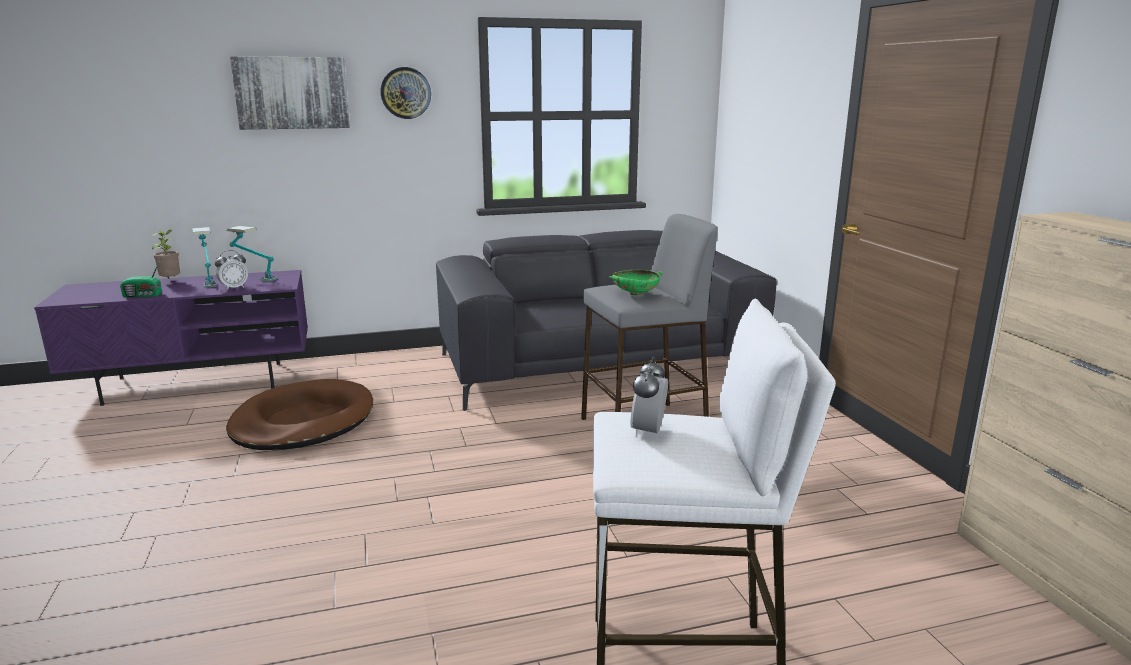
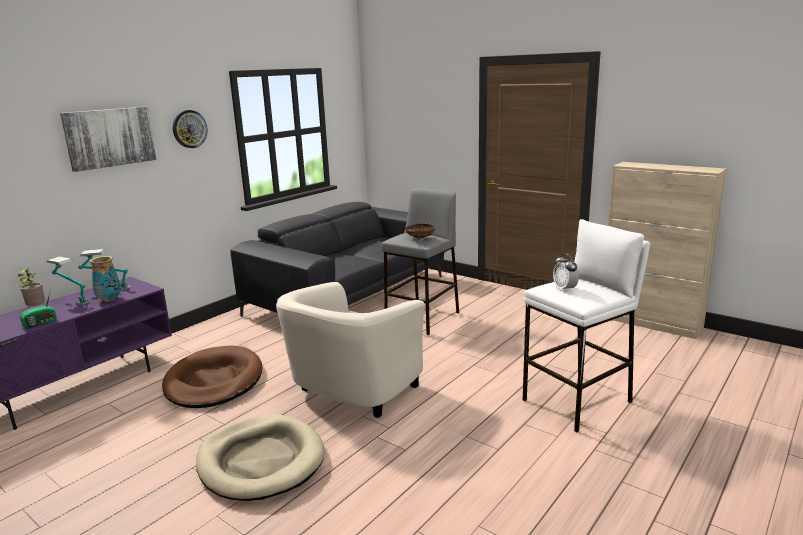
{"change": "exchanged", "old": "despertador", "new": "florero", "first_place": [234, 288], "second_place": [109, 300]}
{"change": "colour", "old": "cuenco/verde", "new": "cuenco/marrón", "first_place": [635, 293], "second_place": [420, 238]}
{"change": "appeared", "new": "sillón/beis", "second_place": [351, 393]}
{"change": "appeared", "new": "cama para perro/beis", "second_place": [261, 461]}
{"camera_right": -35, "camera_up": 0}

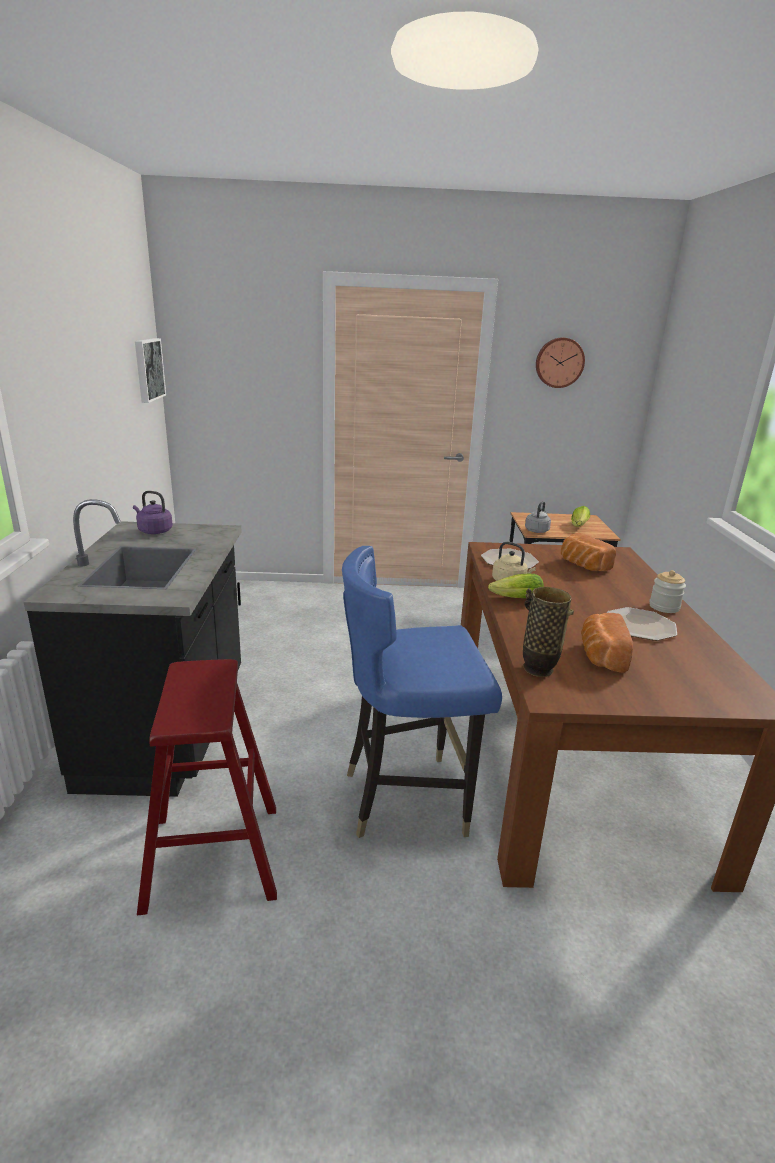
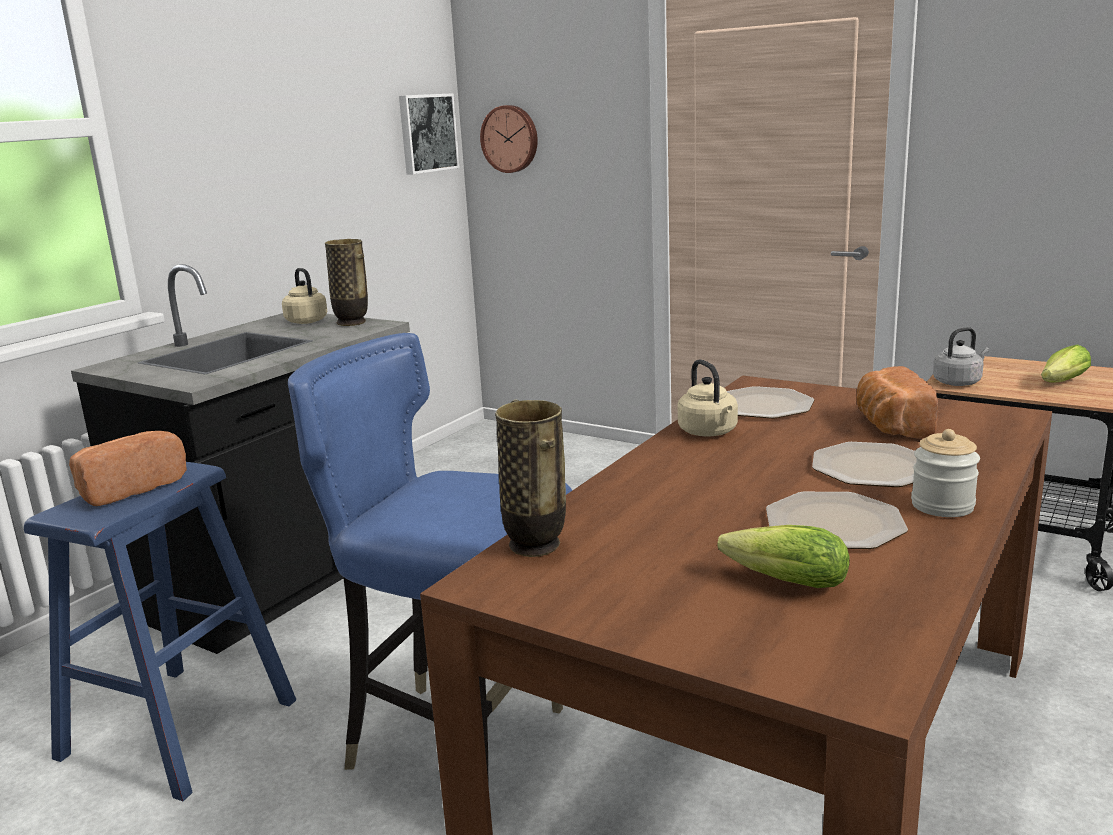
{"change": "relocated", "old": "reloj de pared", "first_place": [559, 362], "second_place": [510, 139]}
{"change": "colour", "old": "hervidor/morado", "new": "hervidor/beis", "first_place": [153, 531], "second_place": [305, 321]}
{"change": "relocated", "old": "lechuga", "first_place": [513, 598], "second_place": [780, 581]}
{"change": "relocated", "old": "pan", "first_place": [600, 656], "second_place": [129, 488]}
{"change": "colour", "old": "taburete/rojo", "new": "taburete/azul", "first_place": [213, 856], "second_place": [179, 728]}
{"change": "appeared", "new": "florero", "second_place": [351, 323]}
{"change": "appeared", "new": "plato", "second_place": [871, 468]}
{"camera_right": 35, "camera_up": -5}

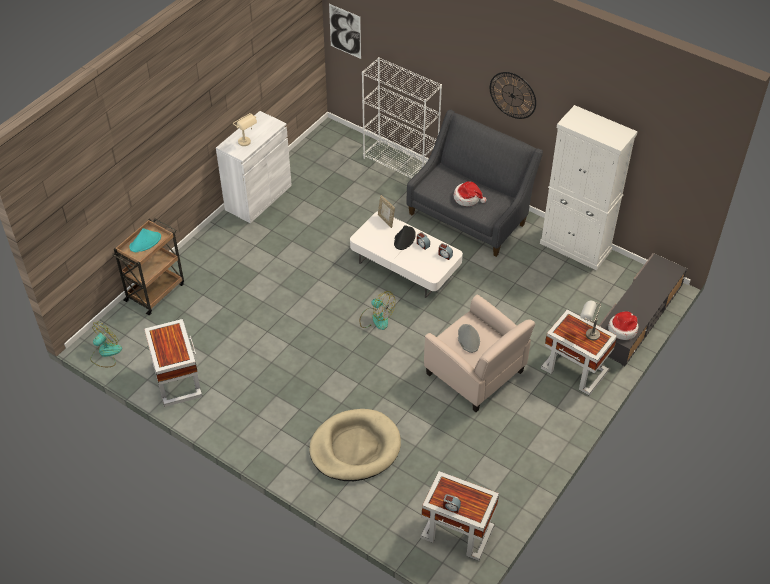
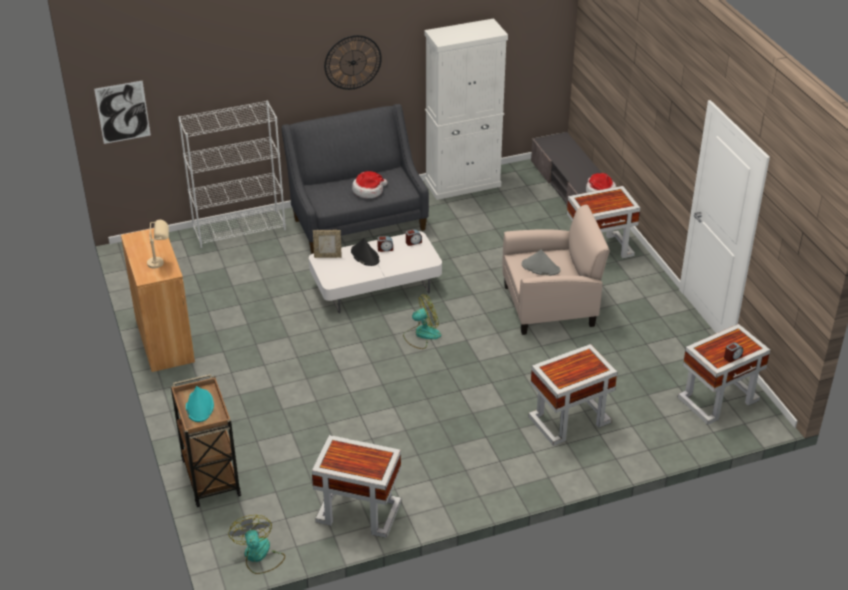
{"change": "colour", "old": "armario/blanco", "new": "armario/marrón", "first_place": [258, 197], "second_place": [164, 340]}
{"change": "missing", "old": "lámpara de mesa/gris", "first_place": [587, 334]}
{"change": "exchanged", "old": "cama para perro/beis", "new": "mesa auxiliar/blanco", "first_place": [355, 448], "second_place": [568, 420]}
{"camera_right": -55, "camera_up": -10}

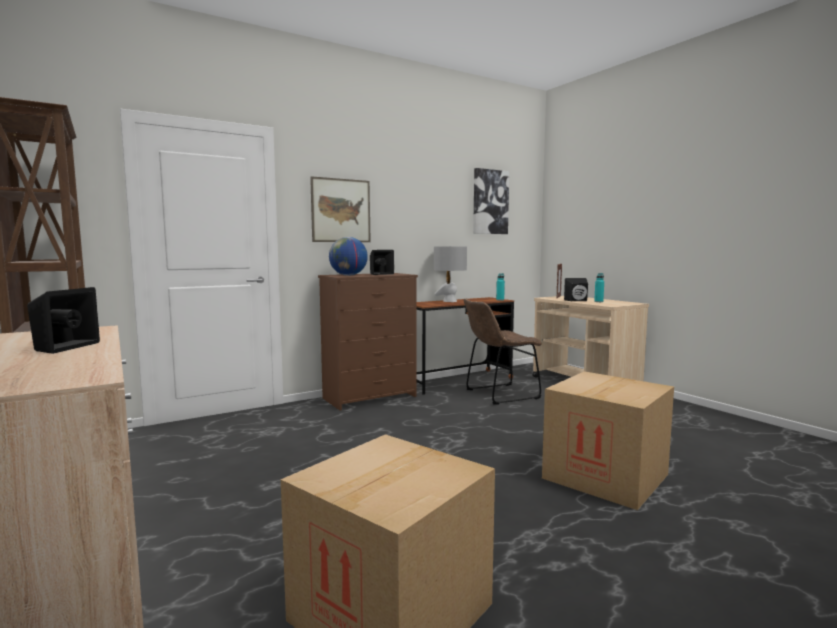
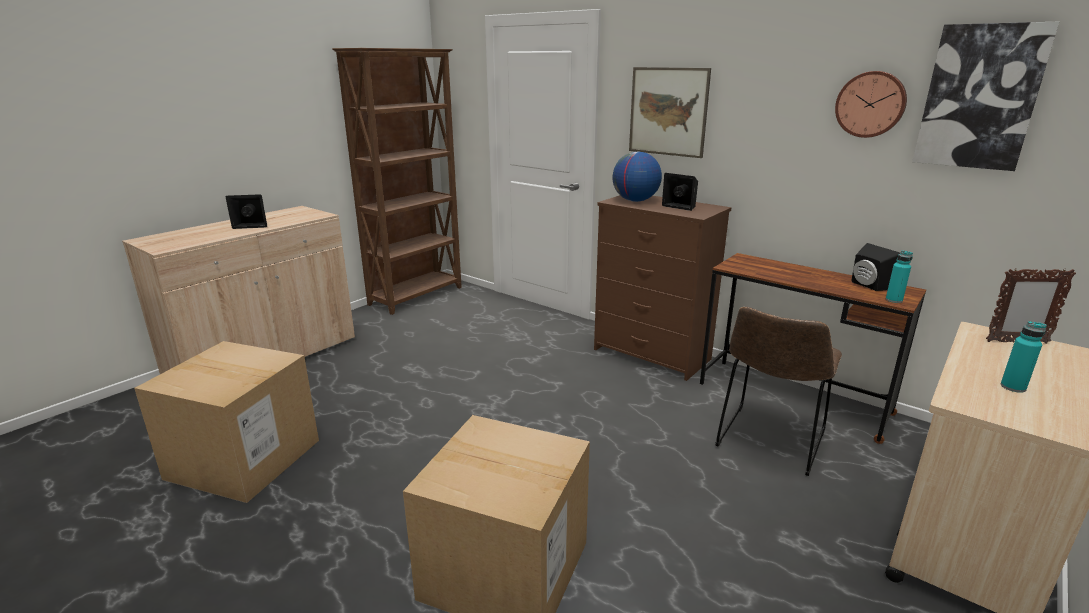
{"change": "missing", "old": "lámpara de mesa/gris", "first_place": [449, 301]}
{"change": "relocated", "old": "altavoz/negro", "first_place": [577, 301], "second_place": [867, 286]}
{"change": "spun", "old": "silla/marrón", "first_place": [499, 394], "second_place": [769, 442], "degrees": -105}
{"change": "appeared", "new": "reloj de pared", "second_place": [870, 104]}
{"camera_right": 70, "camera_up": 15}

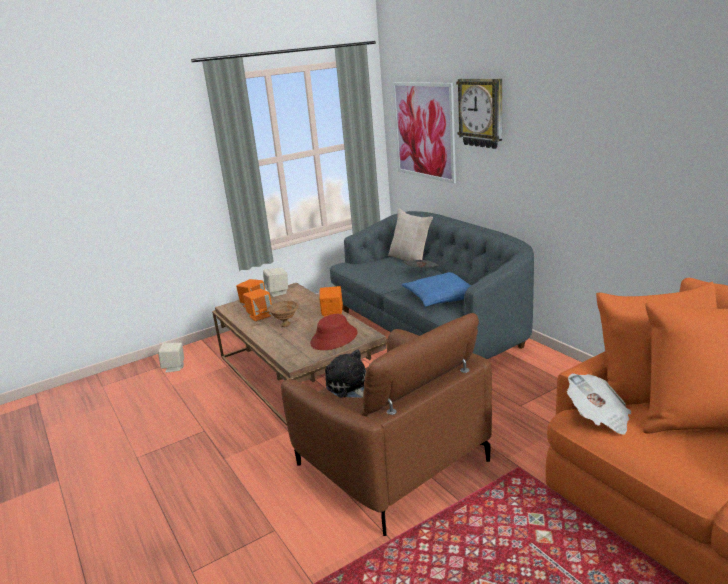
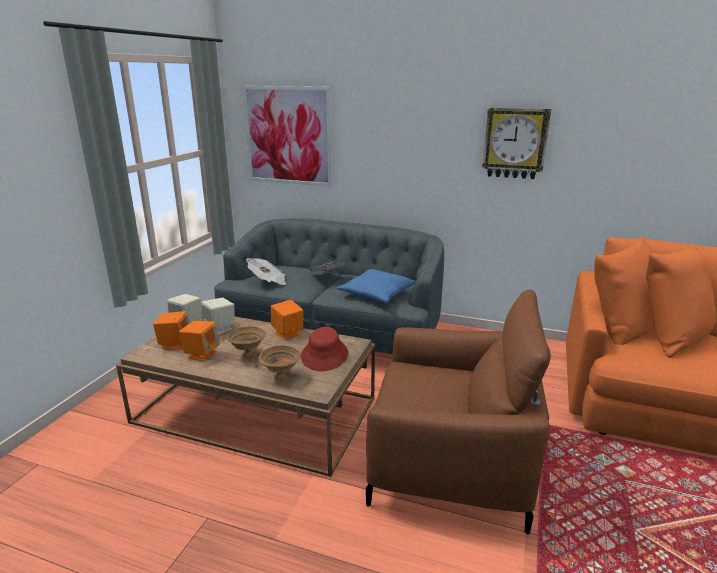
{"change": "relocated", "old": "reloj de pared", "first_place": [481, 113], "second_place": [515, 143]}
{"change": "missing", "old": "cojín/beis", "first_place": [410, 259]}
{"change": "relocated", "old": "altavoz/beis", "first_place": [174, 367], "second_place": [220, 328]}
{"change": "missing", "old": "peluche", "first_place": [350, 387]}
{"change": "relocated", "old": "periódico", "first_place": [598, 417], "second_place": [268, 281]}
{"change": "appeared", "new": "cuenco/marrón", "second_place": [281, 377]}
{"camera_right": -40, "camera_up": 0}

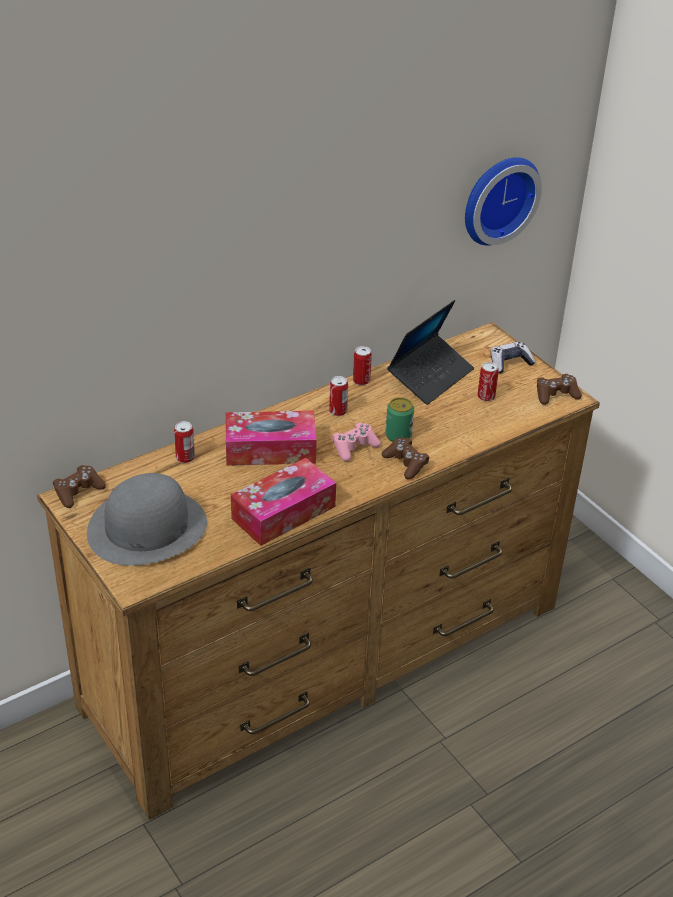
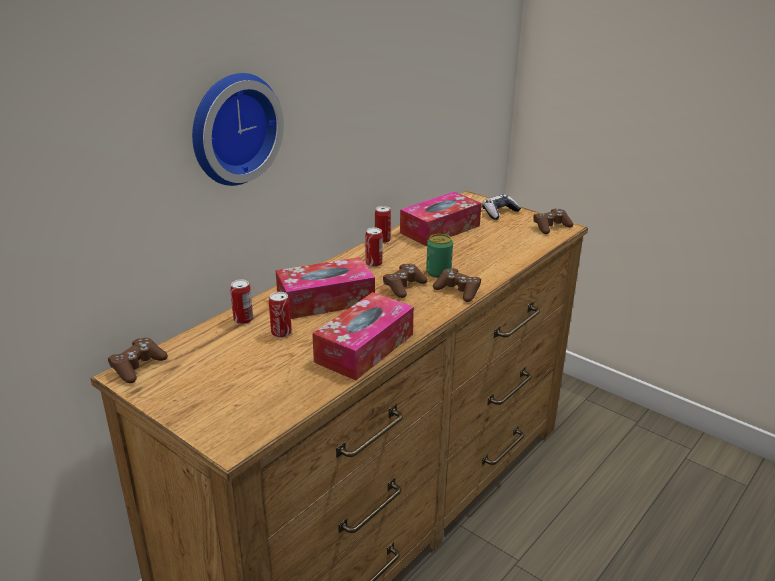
{"change": "relocated", "old": "reloj de pared", "first_place": [497, 198], "second_place": [232, 128]}
{"change": "exchanged", "old": "portátil", "new": "caja de pañuelos", "first_place": [430, 376], "second_place": [440, 229]}
{"change": "relocated", "old": "lata", "first_place": [486, 396], "second_place": [281, 333]}
{"change": "colour", "old": "mando de consola/rosa", "new": "mando de consola/marrón", "first_place": [354, 447], "second_place": [404, 287]}
{"change": "missing", "old": "sombrero/gris", "first_place": [147, 528]}
{"camera_right": -15, "camera_up": -10}

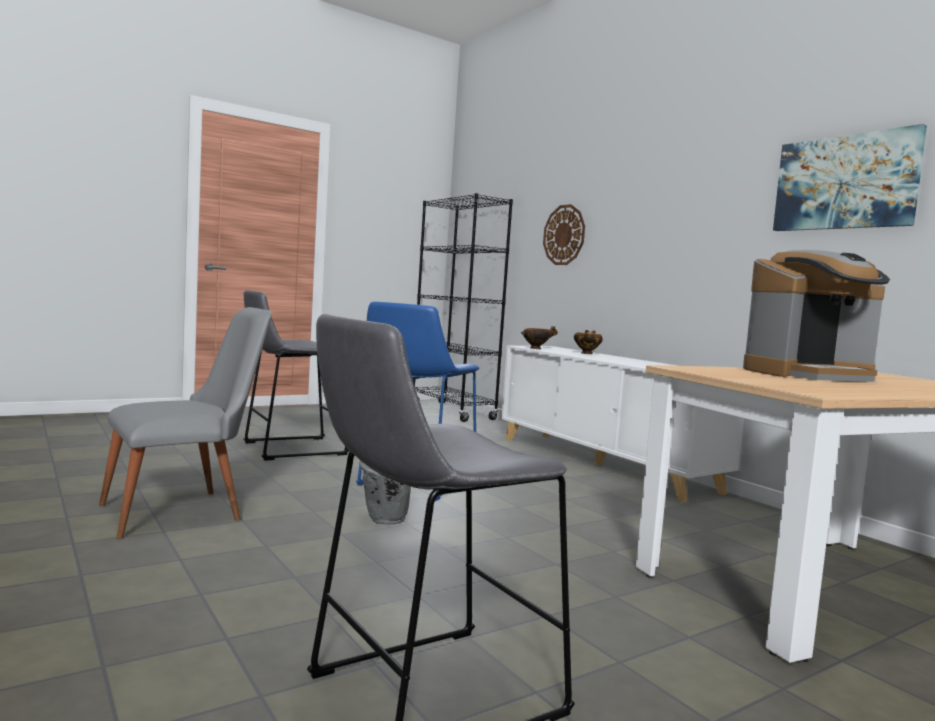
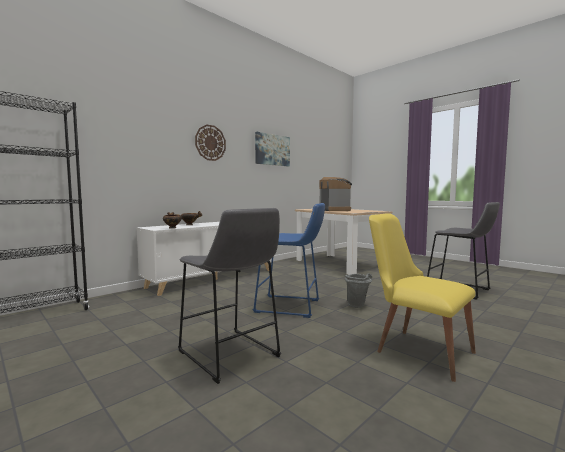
{"change": "relocated", "old": "reloj de pared", "first_place": [564, 235], "second_place": [210, 143]}
{"change": "colour", "old": "silla/gris", "new": "silla/amarillo", "first_place": [186, 511], "second_place": [416, 349]}
{"camera_right": -100, "camera_up": 0}

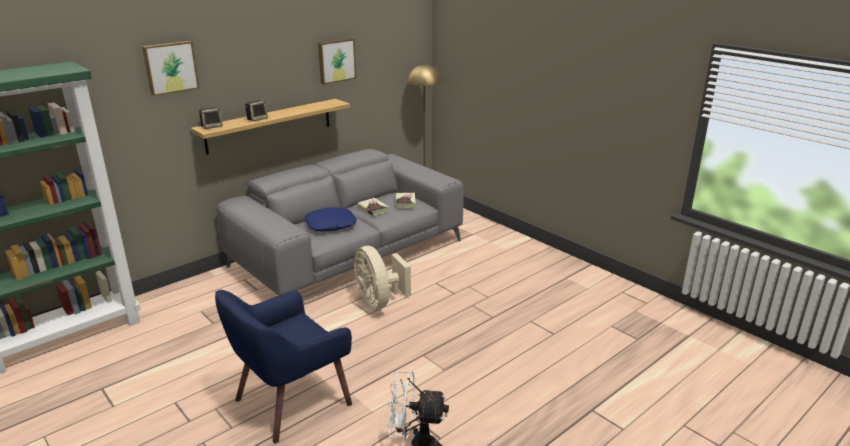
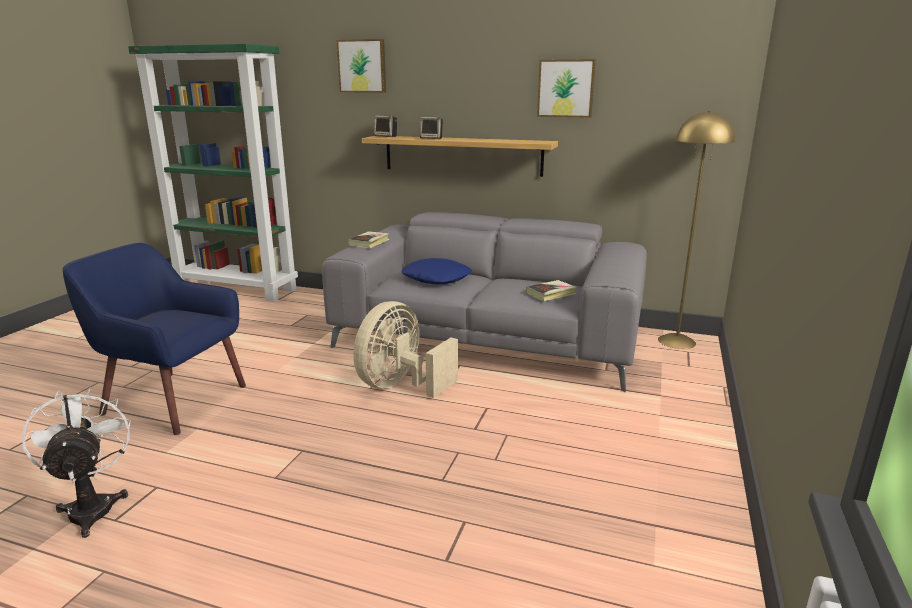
{"change": "relocated", "old": "libro", "first_place": [373, 209], "second_place": [369, 243]}
{"camera_right": 60, "camera_up": -5}

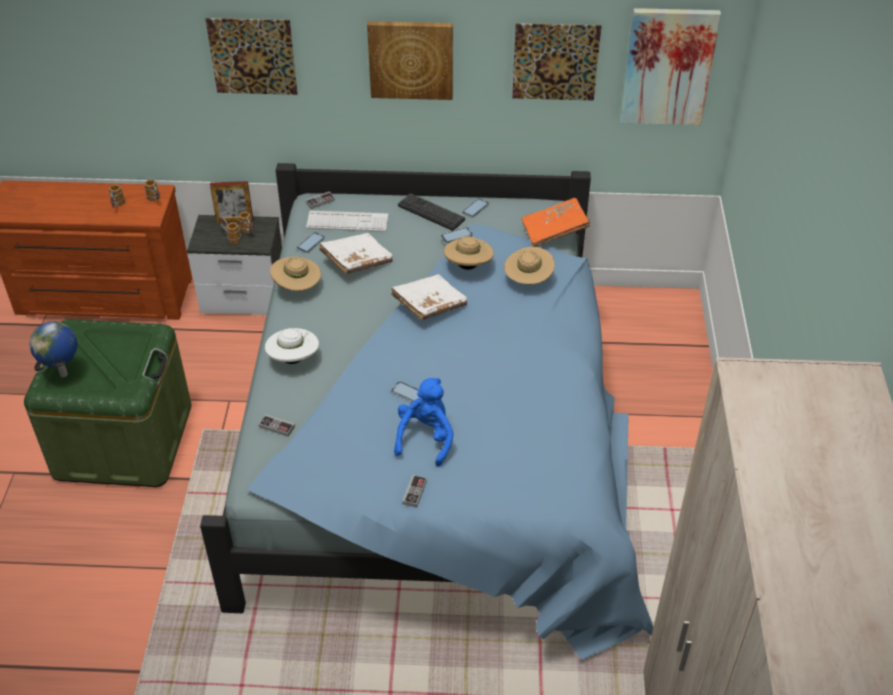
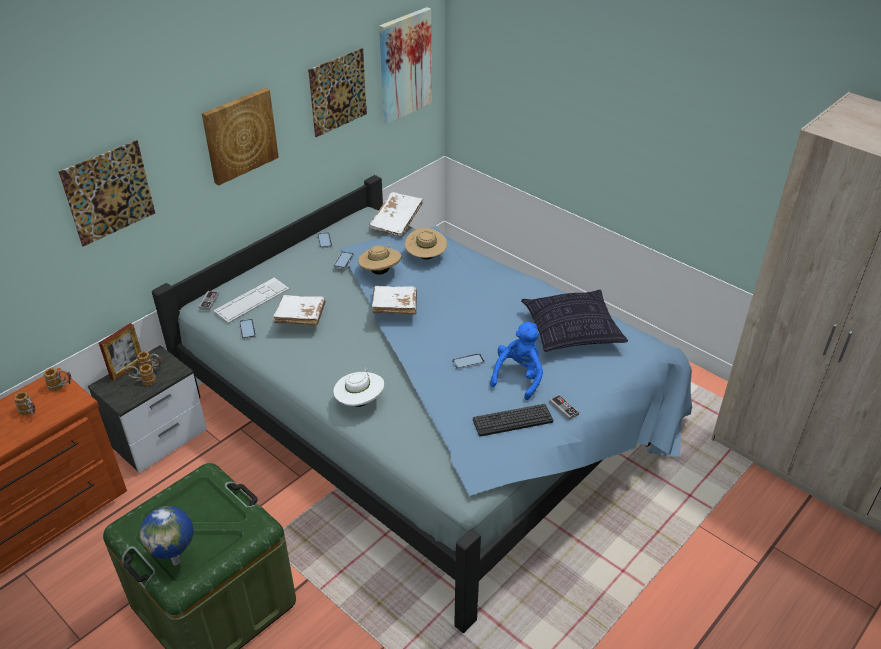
{"change": "relocated", "old": "teclado", "first_place": [431, 212], "second_place": [512, 420]}
{"change": "colour", "old": "libro/naranja", "new": "libro/blanco", "first_place": [554, 231], "second_place": [396, 222]}
{"change": "missing", "old": "sombrero/beis", "first_place": [297, 287]}
{"change": "spun", "old": "peluche/azul", "first_place": [426, 438], "second_place": [519, 376], "degrees": 60}
{"change": "missing", "old": "mando de consola", "first_place": [277, 427]}
{"change": "appeared", "new": "cojín", "second_place": [571, 332]}
{"camera_right": -50, "camera_up": -5}

